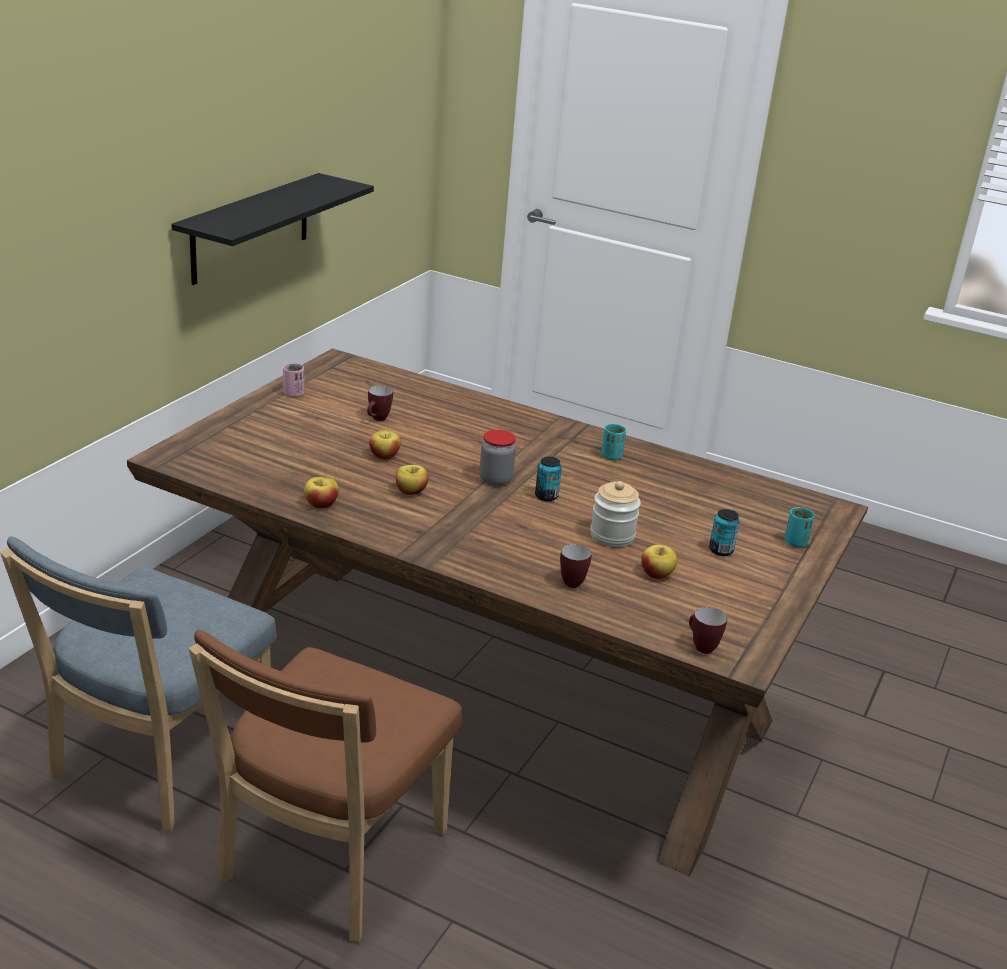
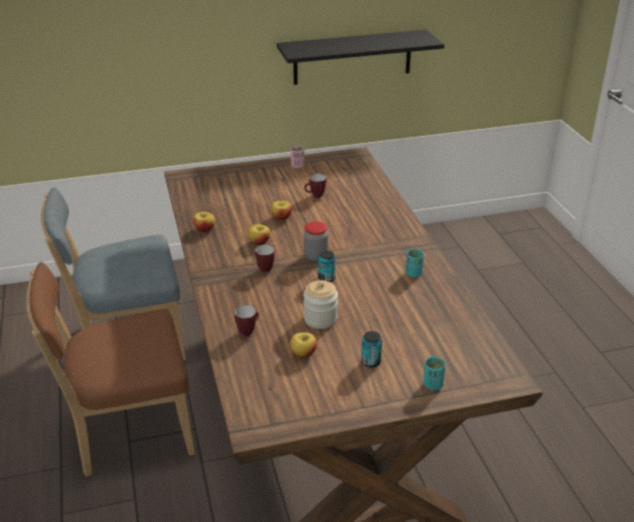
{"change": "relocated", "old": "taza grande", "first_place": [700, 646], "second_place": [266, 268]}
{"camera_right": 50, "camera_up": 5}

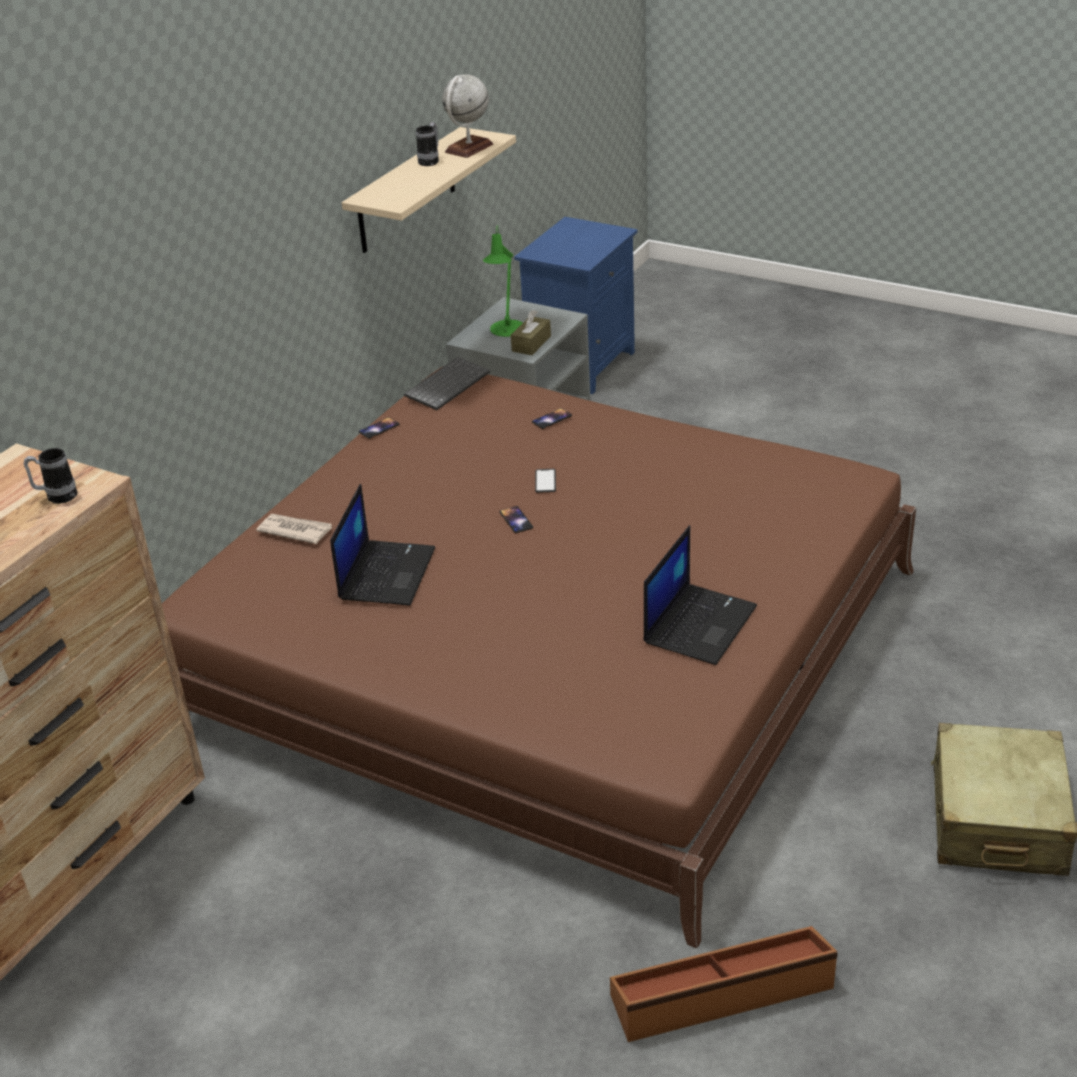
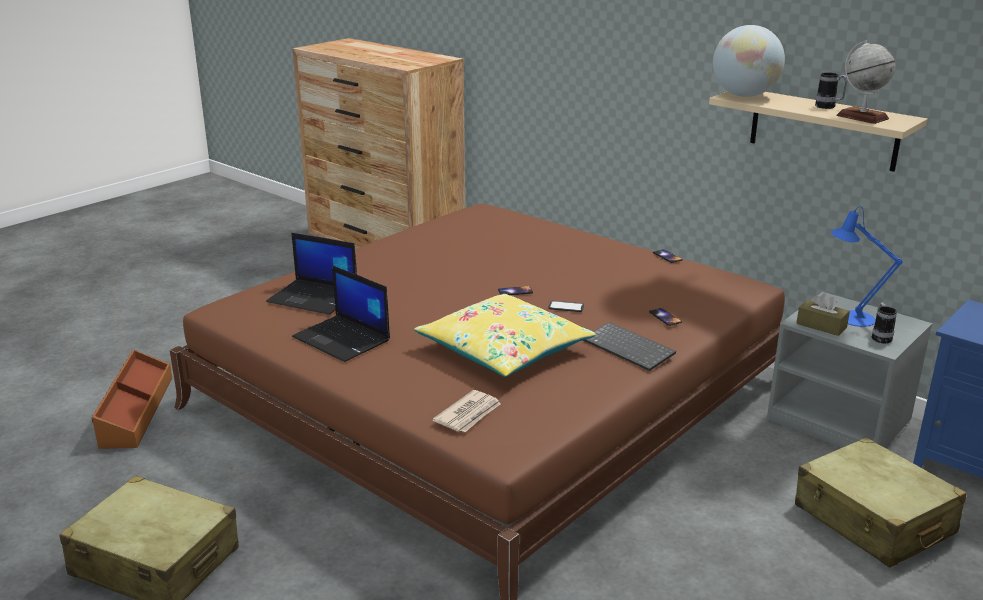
{"change": "colour", "old": "lámpara de mesa/verde", "new": "lámpara de mesa/azul", "first_place": [506, 331], "second_place": [850, 317]}
{"change": "relocated", "old": "teclado", "first_place": [447, 385], "second_place": [630, 348]}
{"change": "relocated", "old": "taza grande", "first_place": [56, 497], "second_place": [880, 337]}
{"change": "relocated", "old": "portátil", "first_place": [386, 573], "second_place": [314, 297]}
{"change": "relocated", "old": "periódico", "first_place": [295, 530], "second_place": [469, 414]}
{"change": "appeared", "new": "globo terráqueo", "second_place": [744, 95]}
{"change": "appeared", "new": "cojín/amarillo", "second_place": [504, 350]}
{"change": "appeared", "new": "maleta/beis", "second_place": [873, 520]}
{"camera_right": 100, "camera_up": -10}

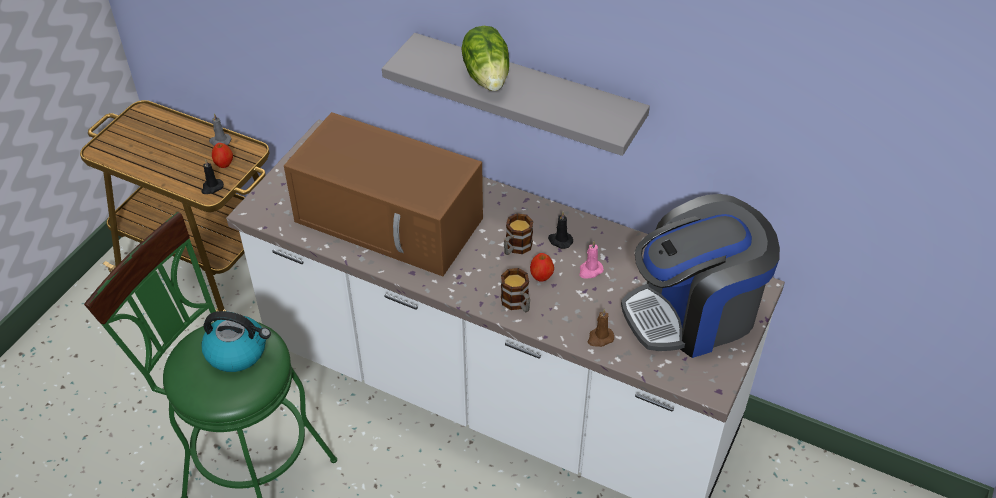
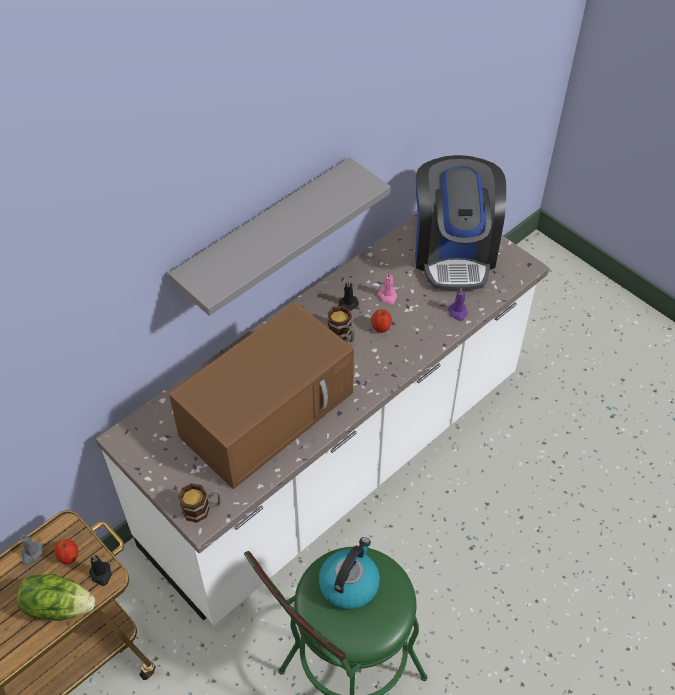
{"change": "relocated", "old": "lechuga", "first_place": [487, 76], "second_place": [58, 605]}
{"change": "relocated", "old": "taza grande", "first_place": [517, 303], "second_place": [202, 509]}
{"change": "colour", "old": "vela/marrón", "new": "vela/morado", "first_place": [600, 338], "second_place": [458, 312]}
{"camera_right": -70, "camera_up": 5}

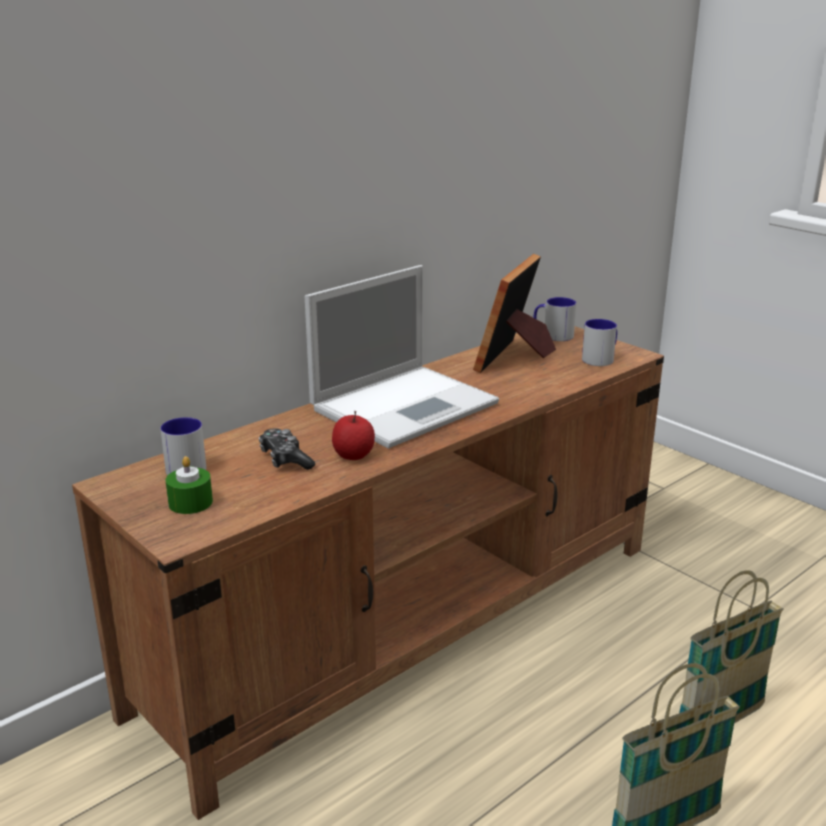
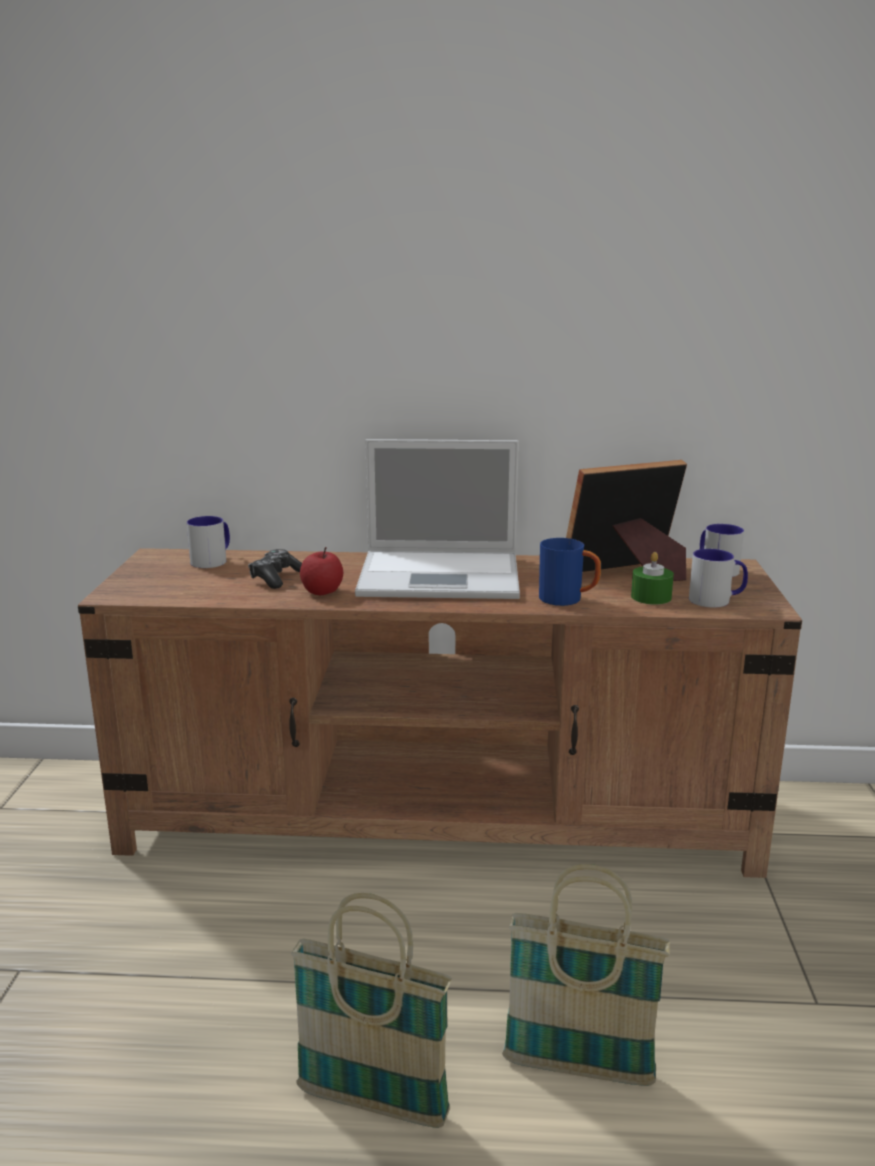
{"change": "relocated", "old": "vela/verde", "first_place": [190, 502], "second_place": [651, 597]}
{"change": "appeared", "new": "taza grande/azul", "second_place": [568, 600]}
{"camera_right": 45, "camera_up": -5}

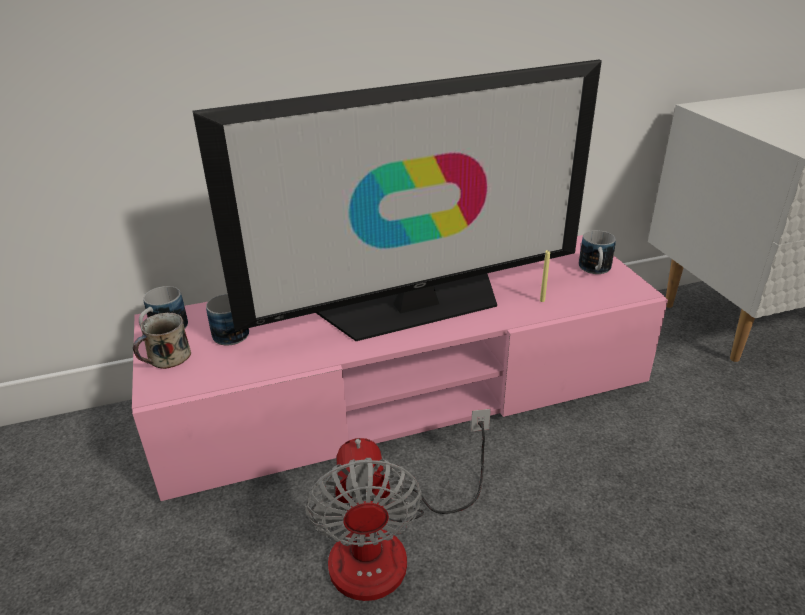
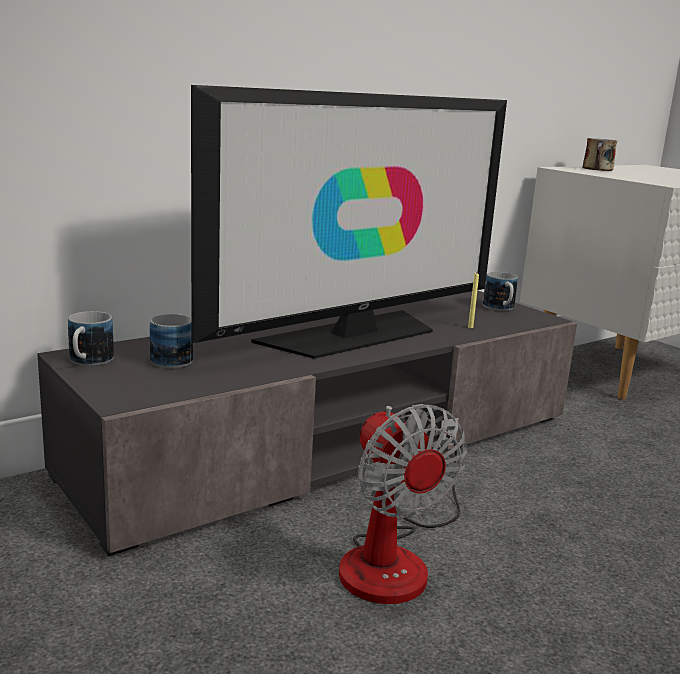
{"change": "colour", "old": "mueble de televisión/rosa", "new": "mueble de televisión/gris", "first_place": [404, 393], "second_place": [333, 444]}
{"change": "relocated", "old": "taza grande", "first_place": [167, 357], "second_place": [598, 169]}
{"camera_right": -20, "camera_up": -15}

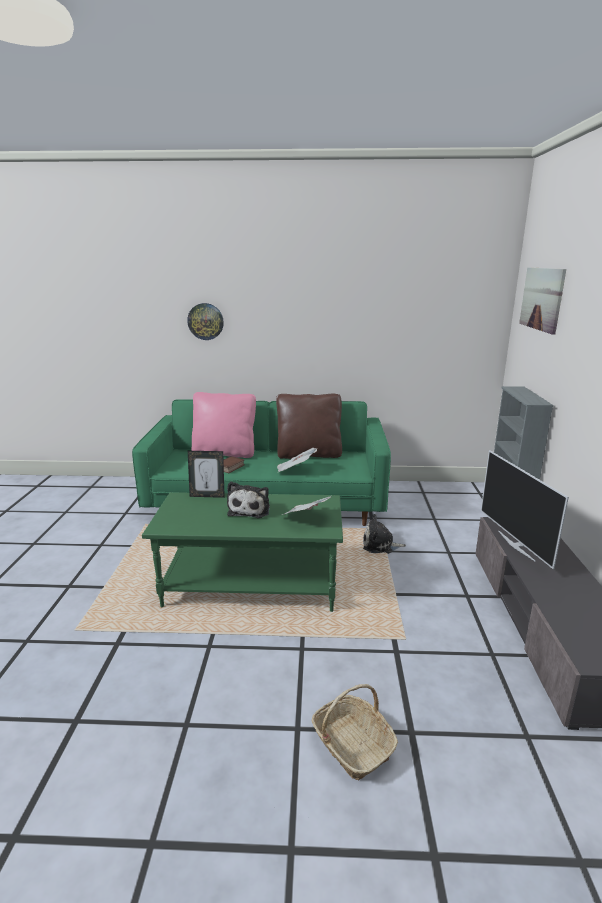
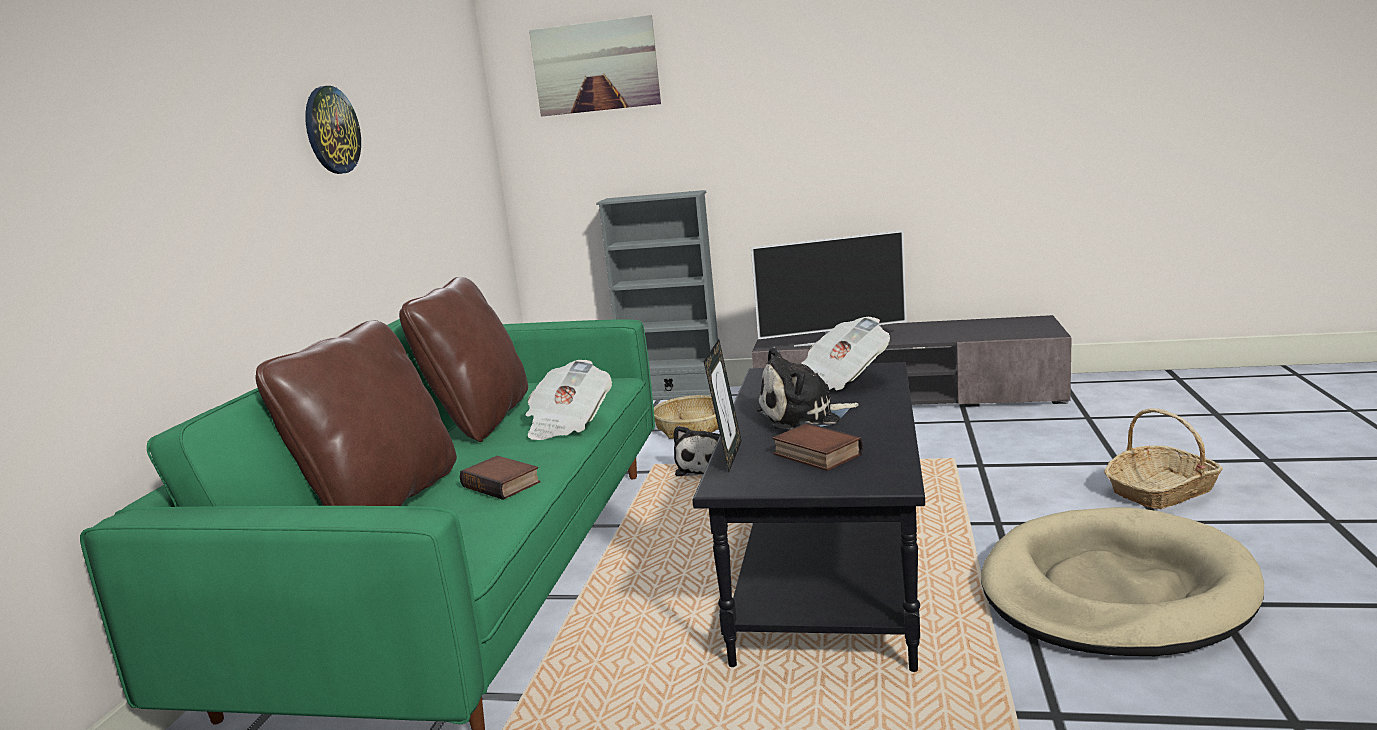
{"change": "relocated", "old": "reloj de pared", "first_place": [205, 321], "second_place": [331, 130]}
{"change": "colour", "old": "cojín/rosa", "new": "cojín/marrón", "first_place": [224, 453], "second_place": [382, 503]}
{"change": "spun", "old": "peluche", "first_place": [250, 509], "second_place": [804, 417], "degrees": 150}
{"change": "colour", "old": "mesa de centro/verde", "new": "mesa de centro/negro", "first_place": [252, 585], "second_place": [825, 572]}
{"change": "appeared", "new": "cesta", "second_place": [692, 427]}
{"change": "appeared", "new": "libro", "second_place": [814, 455]}
{"change": "appeared", "new": "cama para perro/beis", "second_place": [1114, 591]}
{"camera_right": -80, "camera_up": -5}

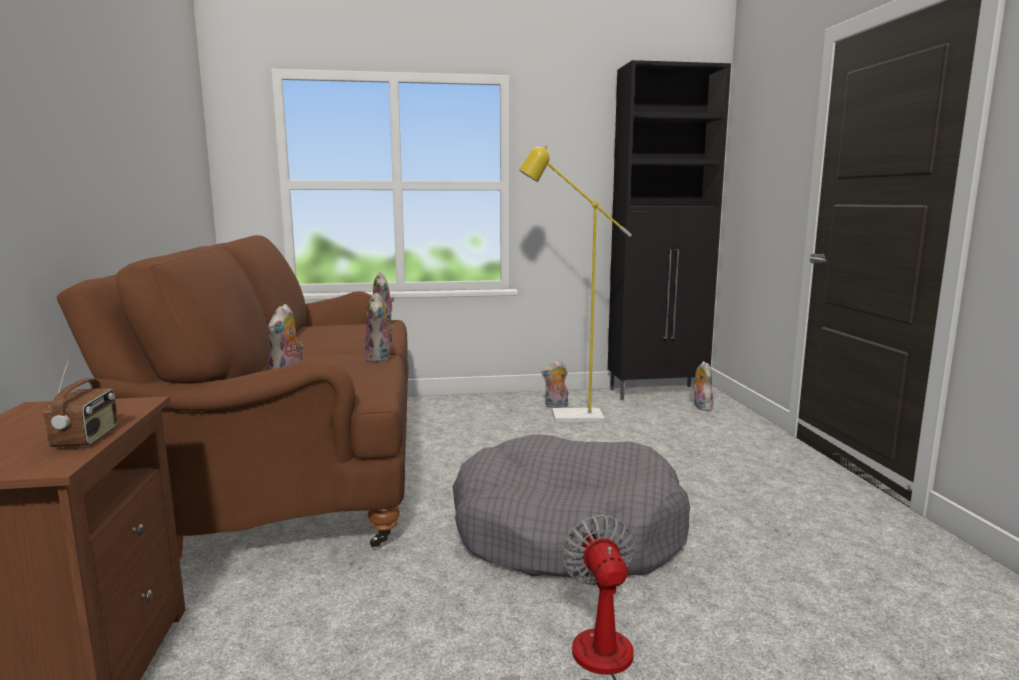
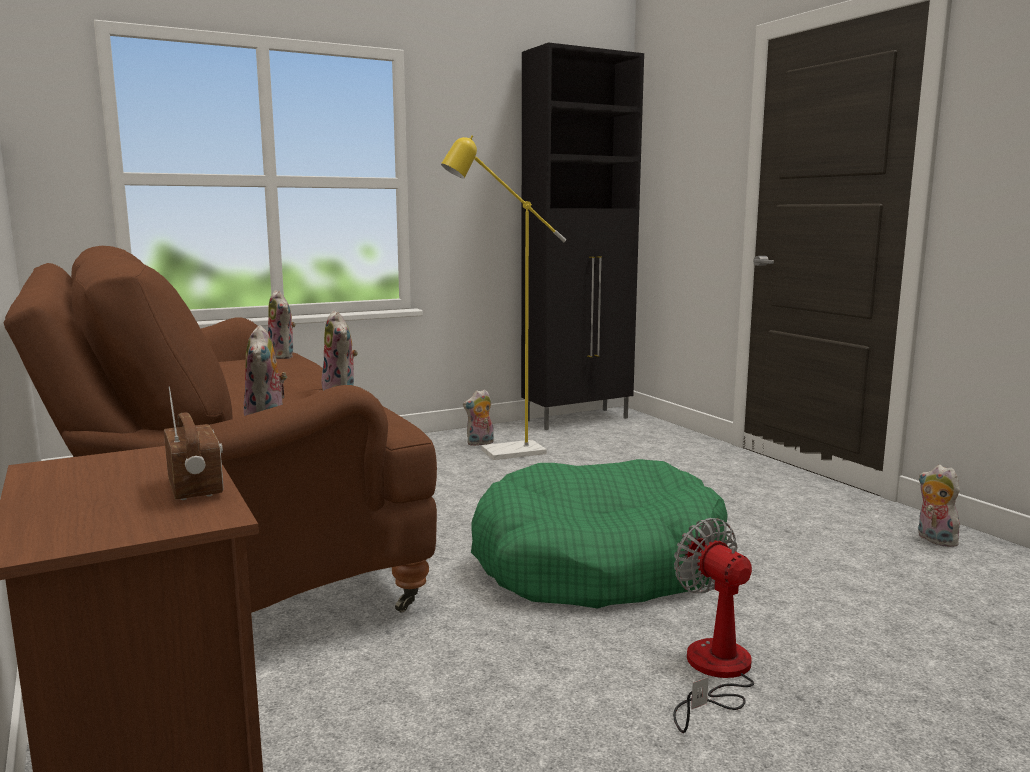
{"change": "relocated", "old": "peluche", "first_place": [700, 407], "second_place": [933, 539]}
{"change": "colour", "old": "cama para perro/gris", "new": "cama para perro/verde", "first_place": [567, 532], "second_place": [597, 563]}
{"camera_right": -20, "camera_up": 0}

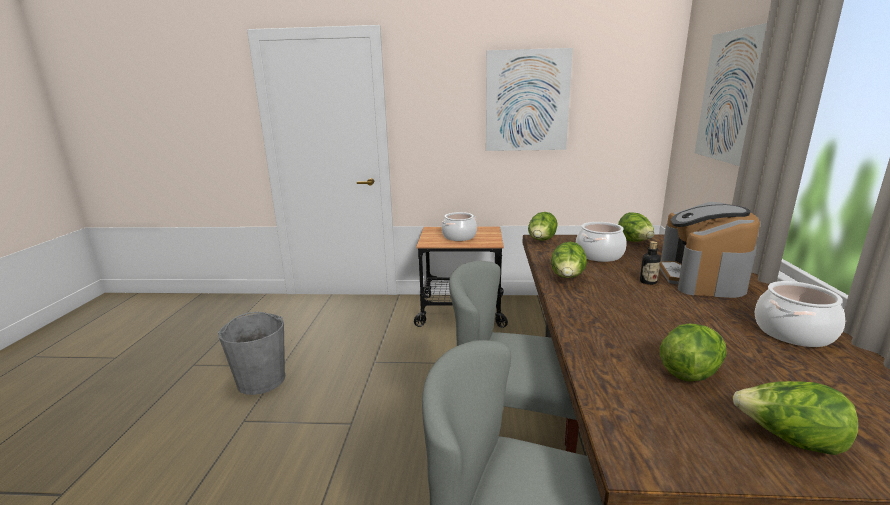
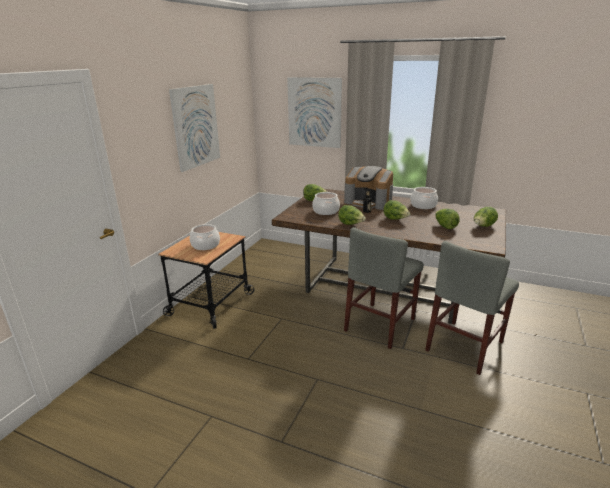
{"change": "relocated", "old": "lechuga", "first_place": [541, 241], "second_place": [395, 219]}
{"change": "missing", "old": "cubo/gris", "first_place": [261, 380]}
{"camera_right": -70, "camera_up": 5}

